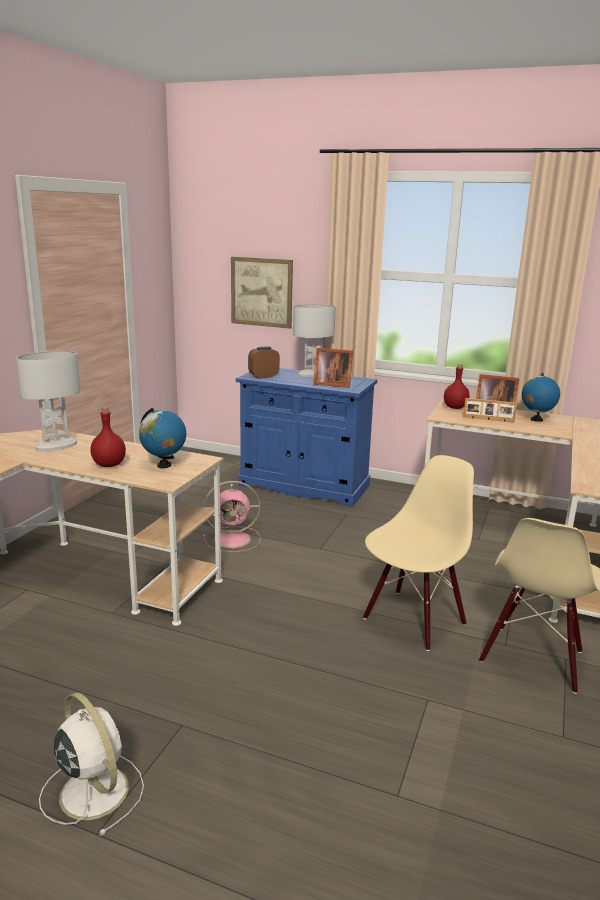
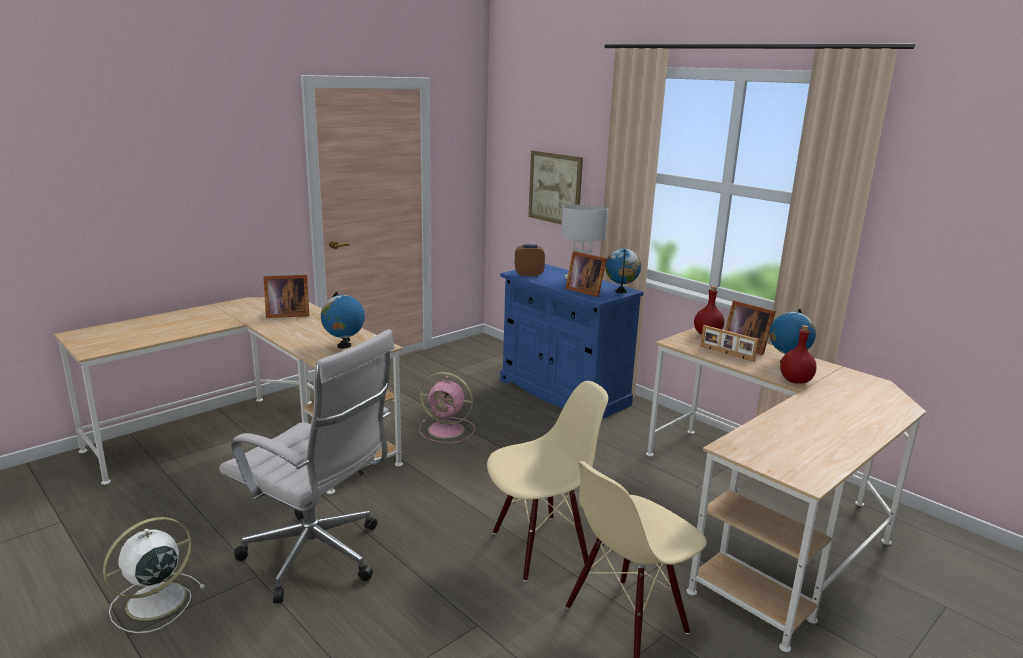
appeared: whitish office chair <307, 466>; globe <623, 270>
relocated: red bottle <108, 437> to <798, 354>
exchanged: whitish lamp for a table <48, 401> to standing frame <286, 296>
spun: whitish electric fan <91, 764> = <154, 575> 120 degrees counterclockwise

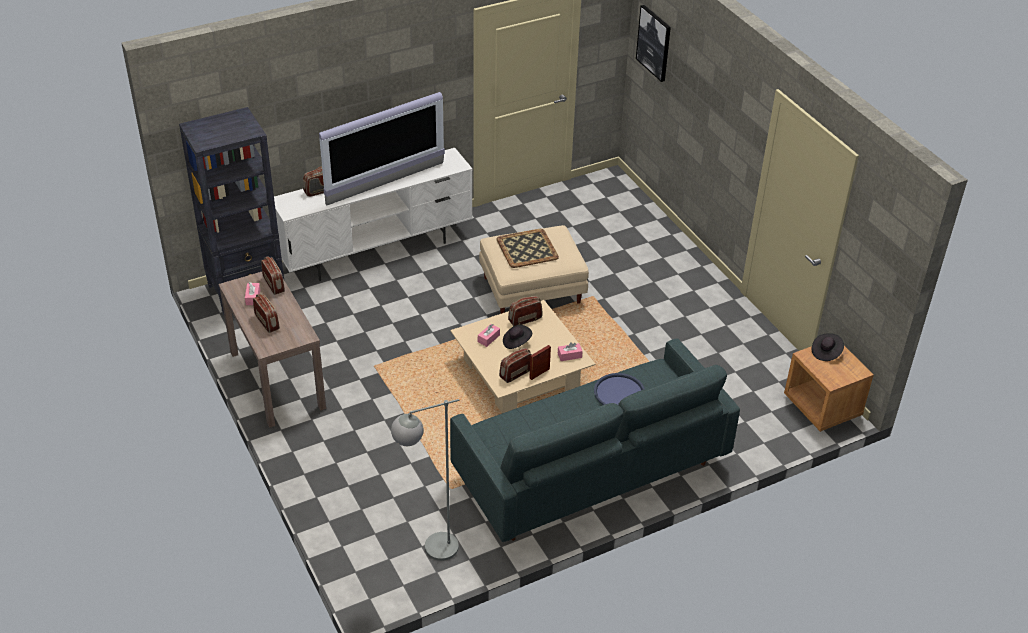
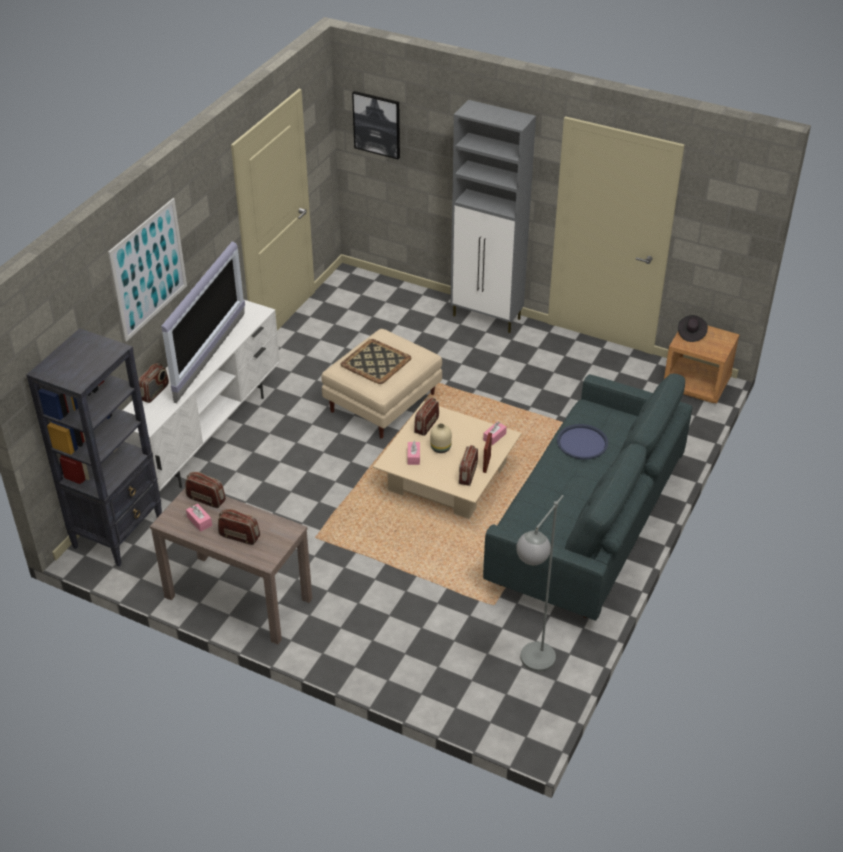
appeared: wall picture <147, 270>; gray cabinet <493, 216>
exchanged: black hat <517, 337> to sand-coloured flower vase <441, 438>

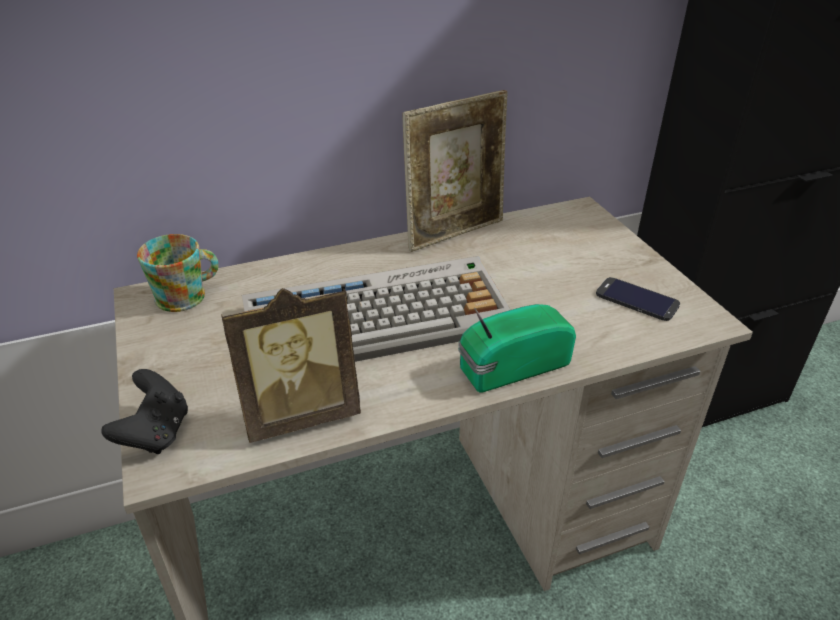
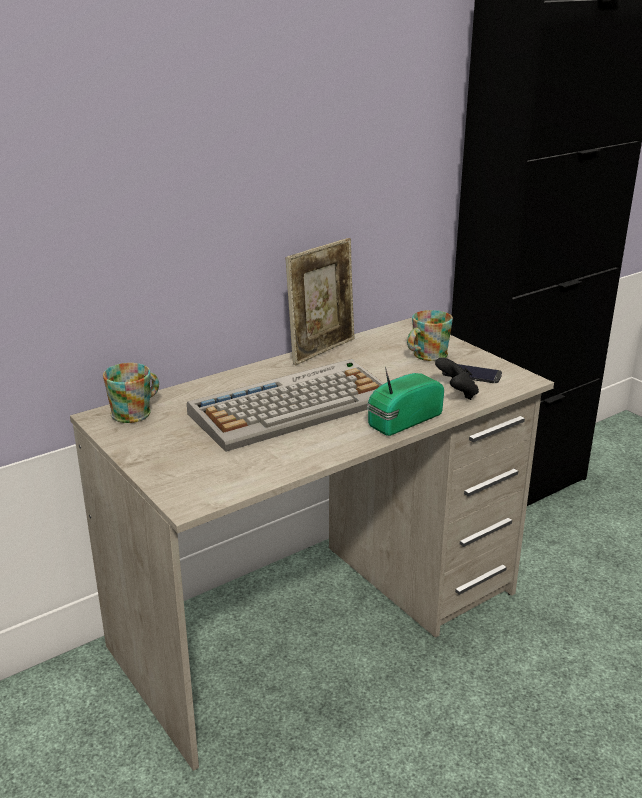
missing: standing frame <291, 365>
appeared: coffee mug <430, 335>
relocated: black game controller <144, 411> to <457, 378>

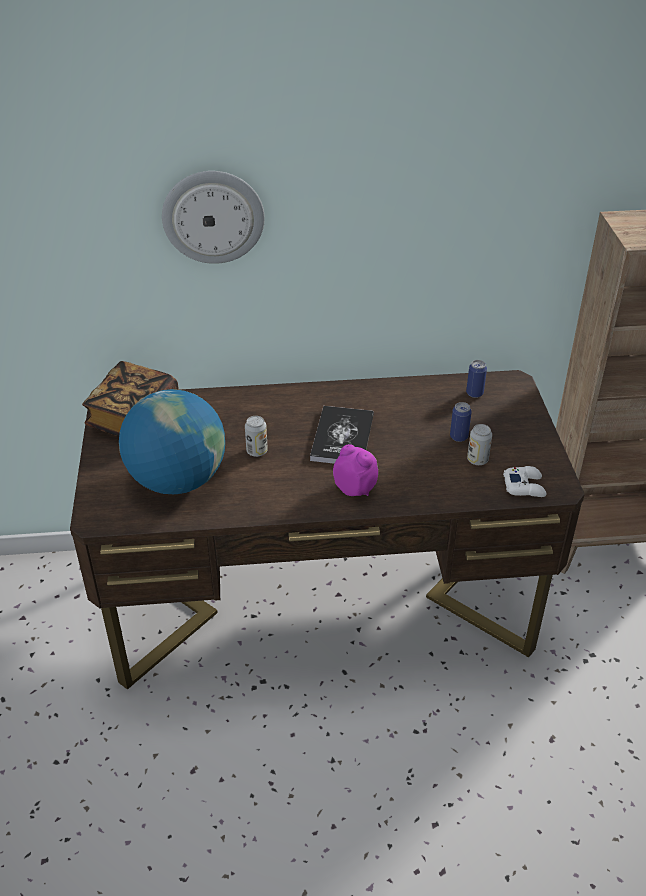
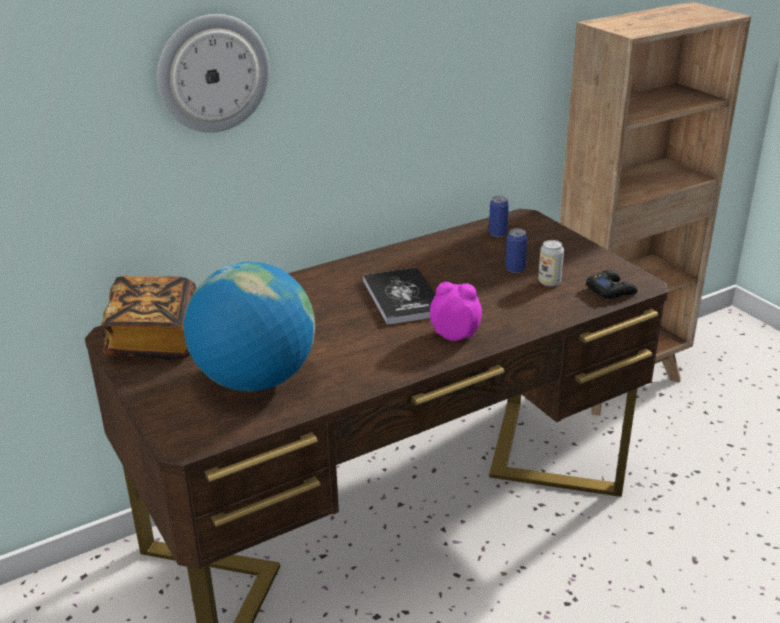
missing: can <256, 436>
colour: whitish game controller <524, 481> to black game controller <612, 284>

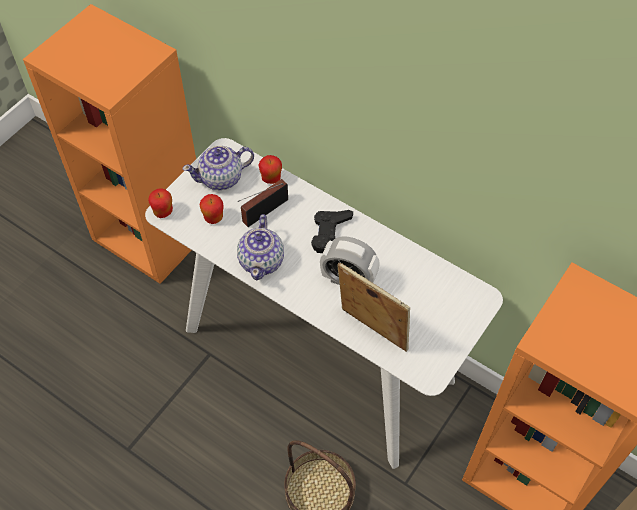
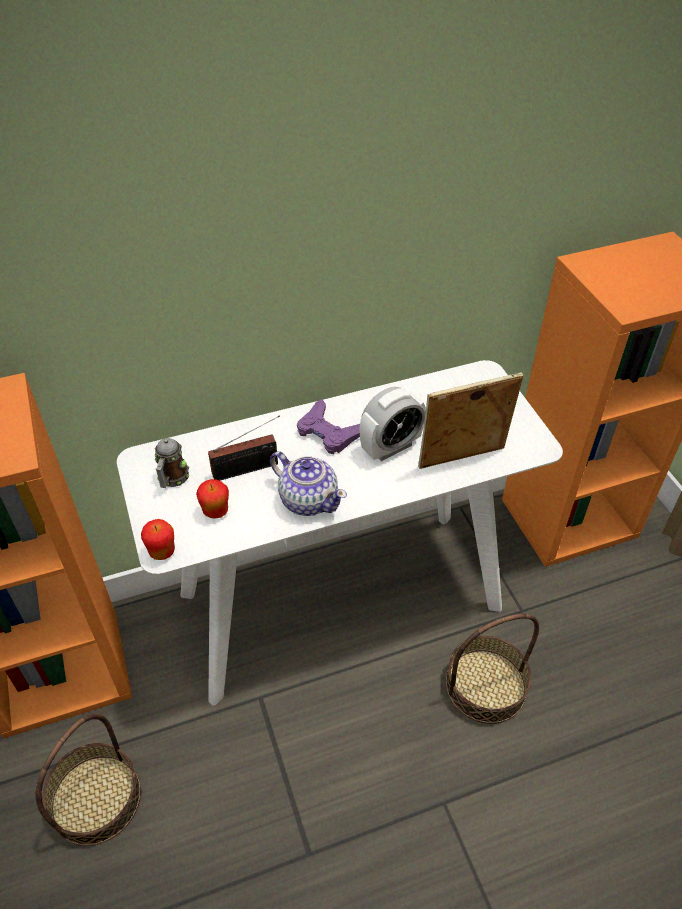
missing: apple <270, 169>
appeared: household basket <88, 780>
exchanged: teapot <218, 167> to coffee mug <172, 463>
colour: black game controller <332, 231> to purple game controller <328, 426>
spun: radio <262, 203> = <244, 448> 105 degrees counterclockwise

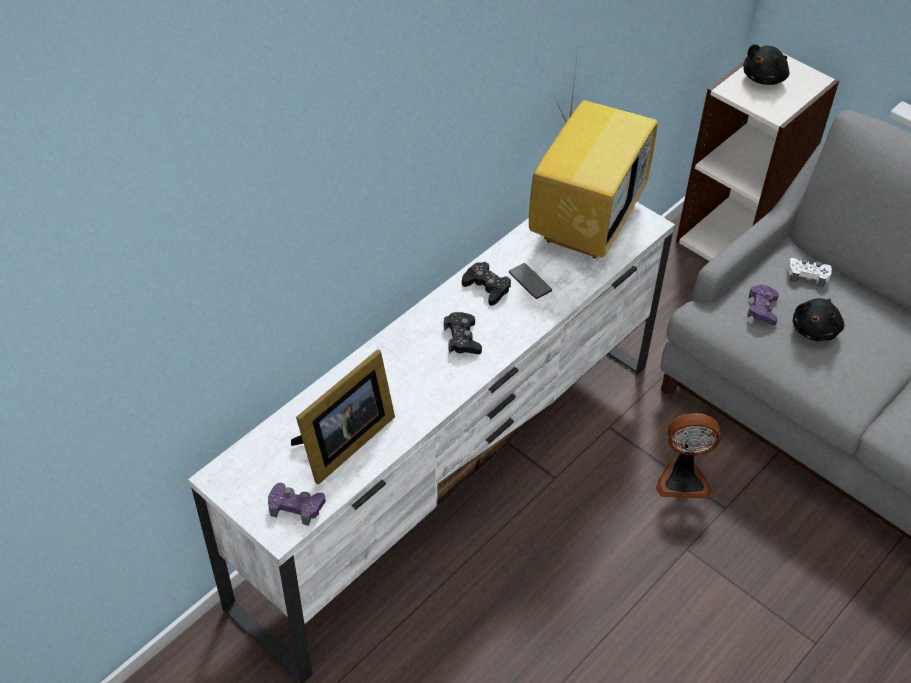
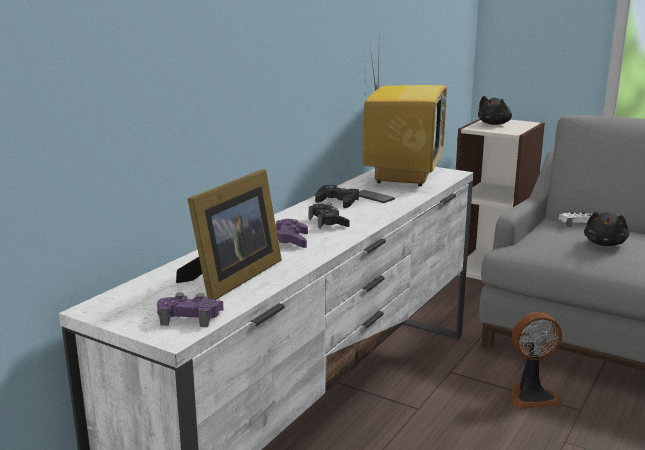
relocated: purple game controller <763, 305> to <292, 233>

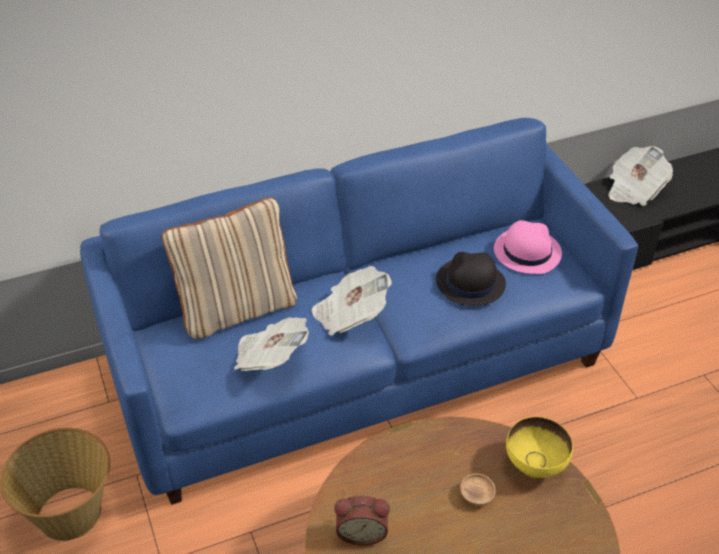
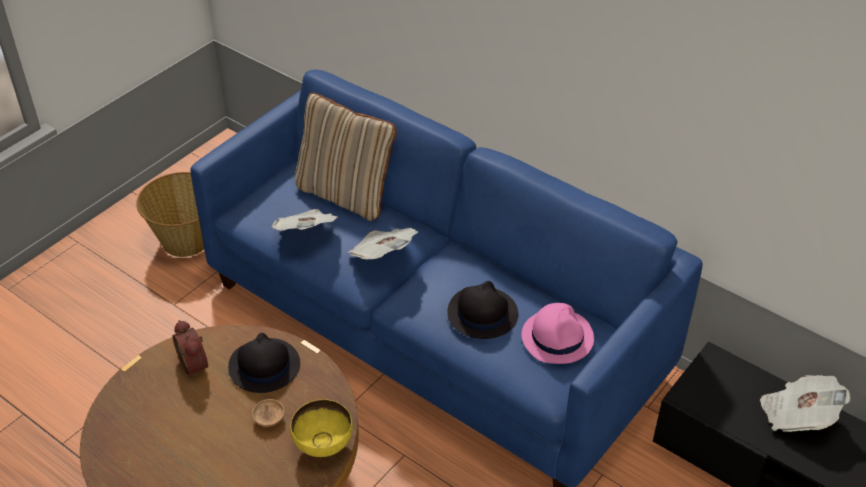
appeared: black hat <264, 363>

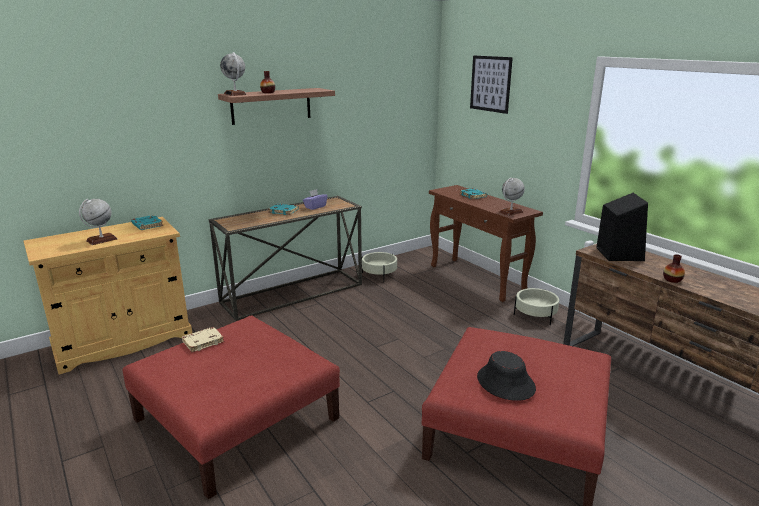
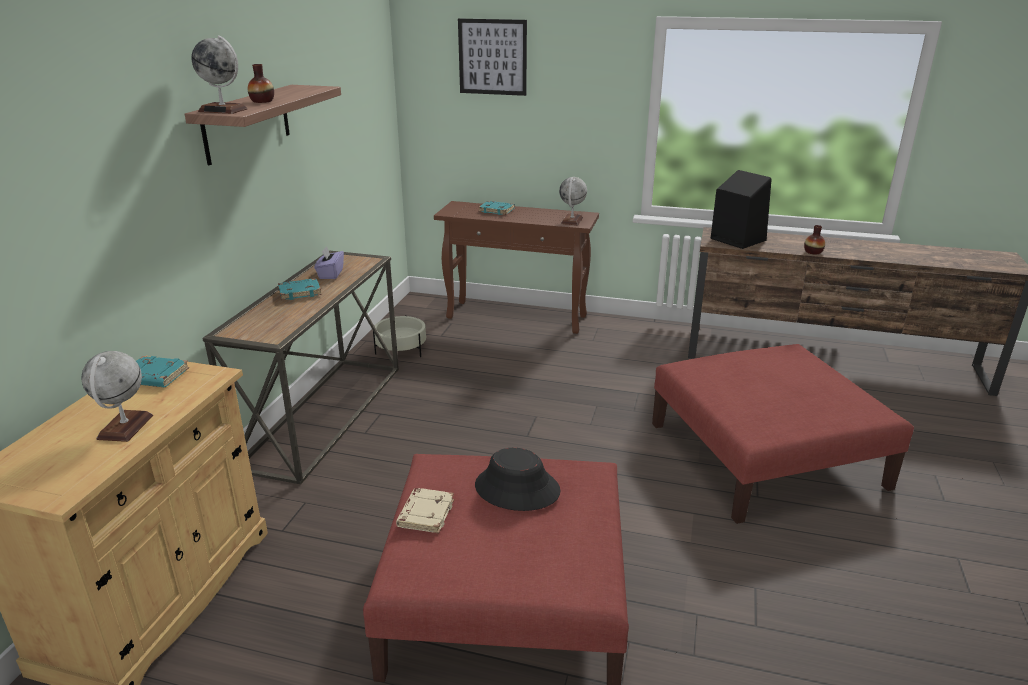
missing: sand-coloured flower pot <536, 306>
relocated: black hat <506, 376> to <517, 479>

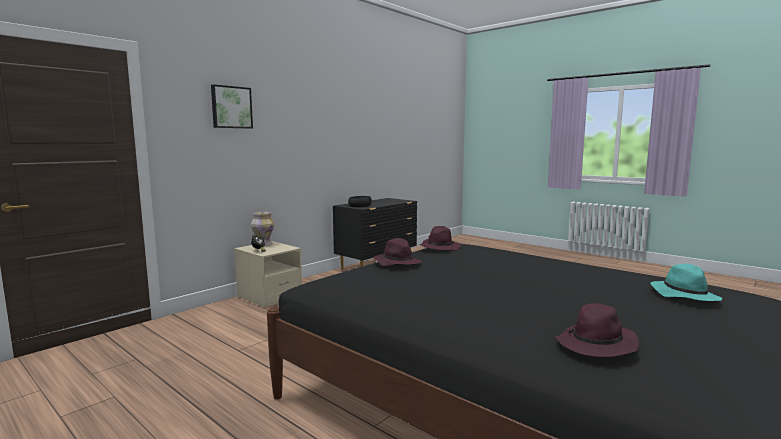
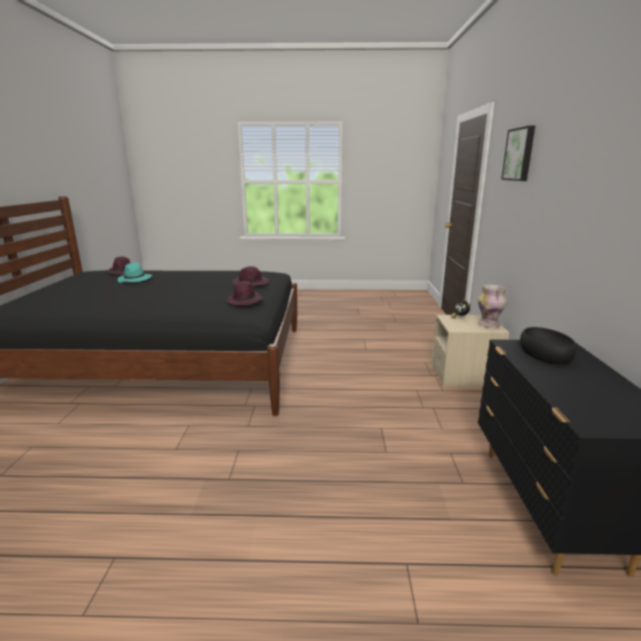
relocated: turquoise hat <686, 282> to <135, 273>

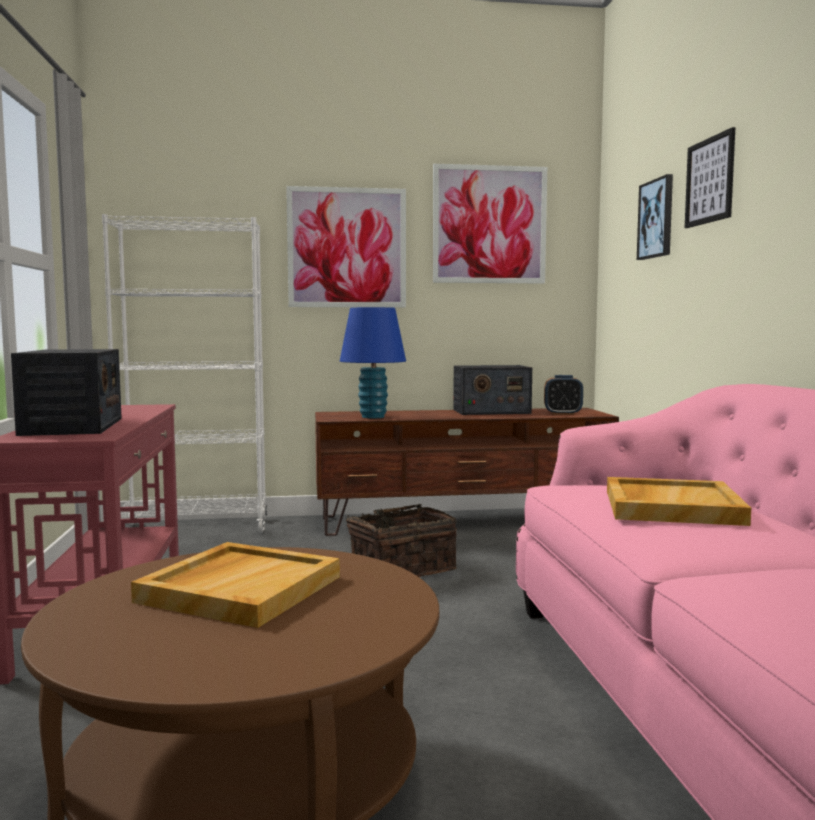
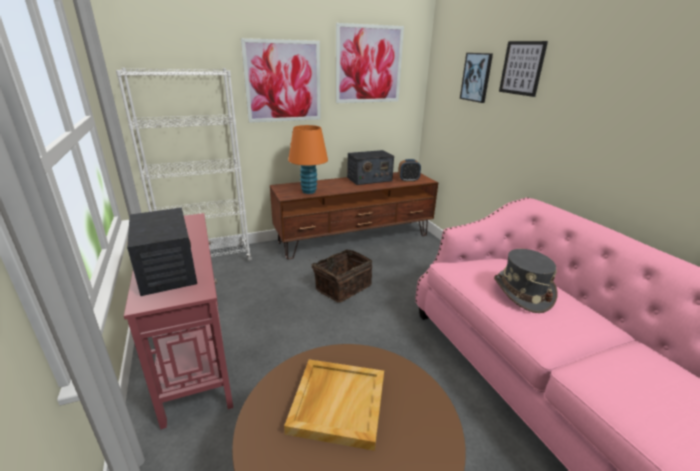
exchanged: sand-coloured carrying tray <679, 501> to gray hat <526, 281>
colour: blue-coloured lamp for a table <373, 362> to orange lamp for a table <308, 159>

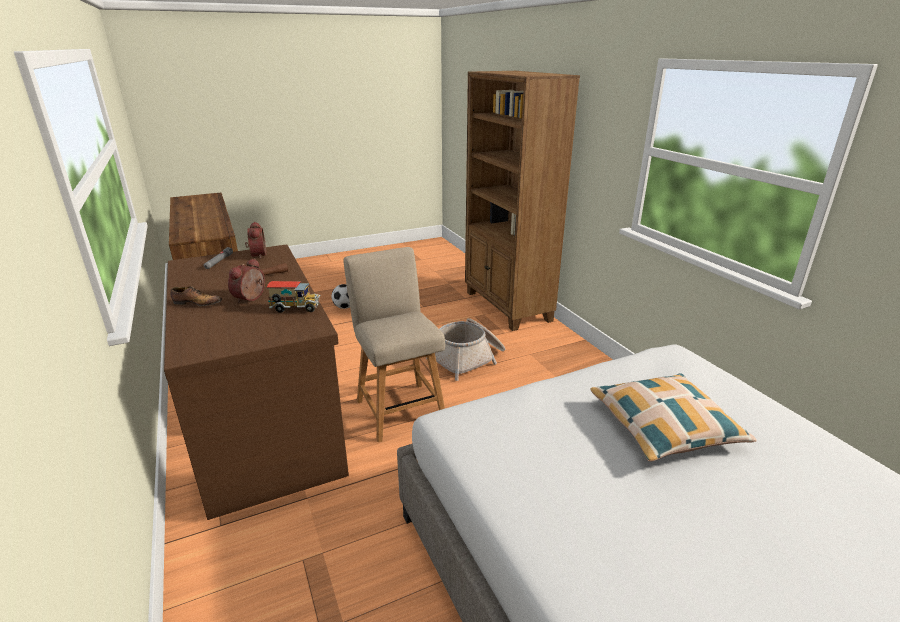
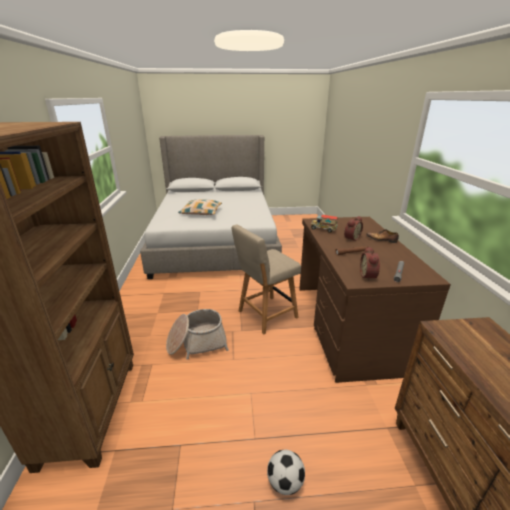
spun: sand-coloured upright chair <394, 344> = <266, 279> 60 degrees clockwise

